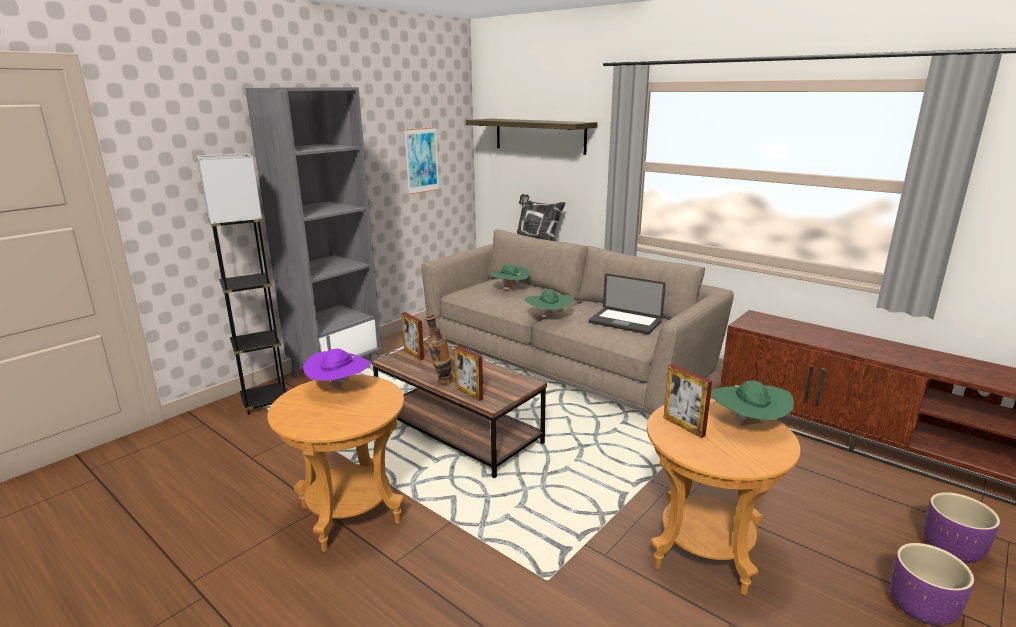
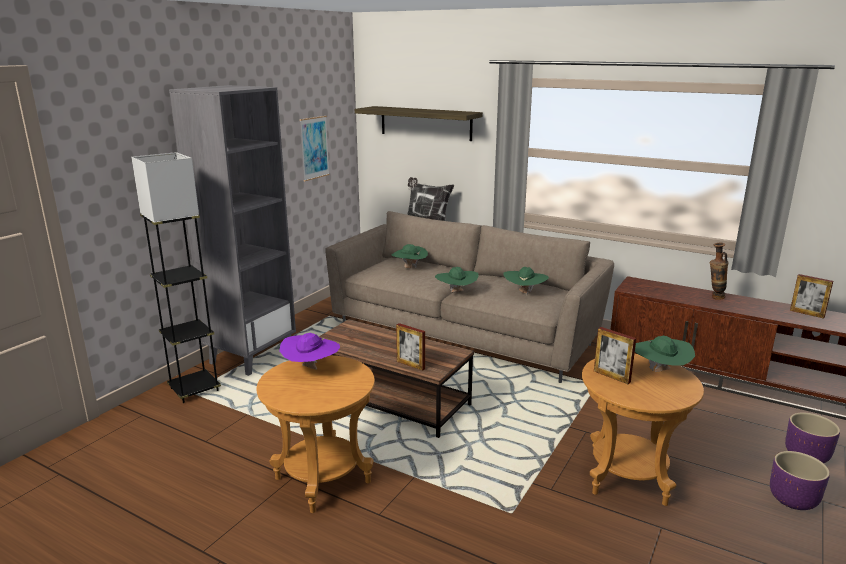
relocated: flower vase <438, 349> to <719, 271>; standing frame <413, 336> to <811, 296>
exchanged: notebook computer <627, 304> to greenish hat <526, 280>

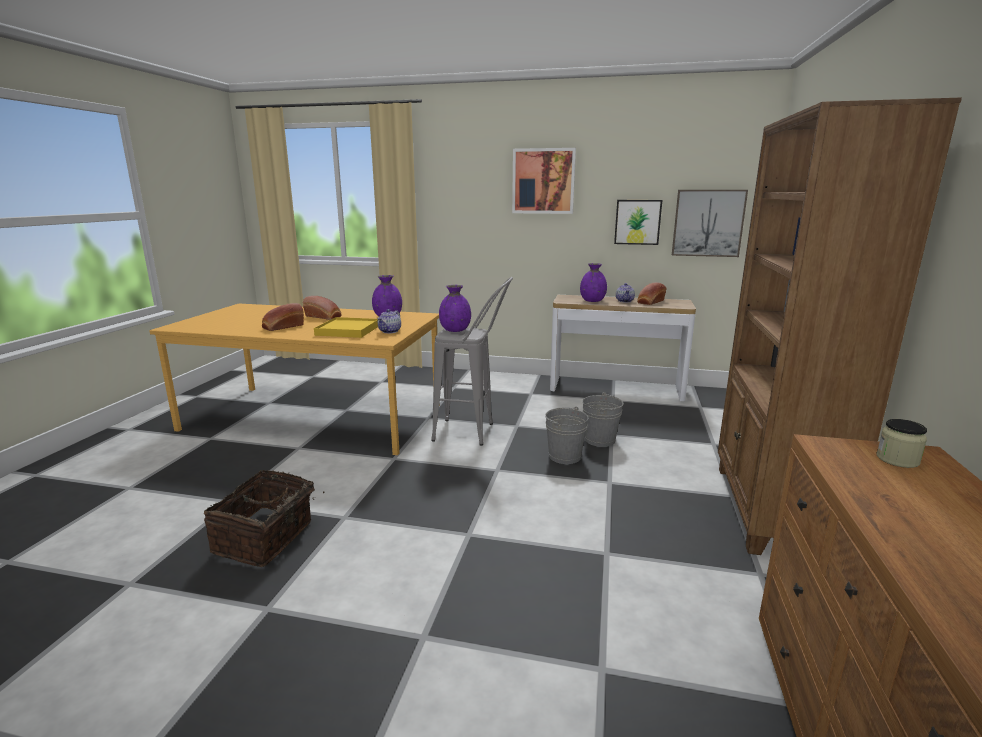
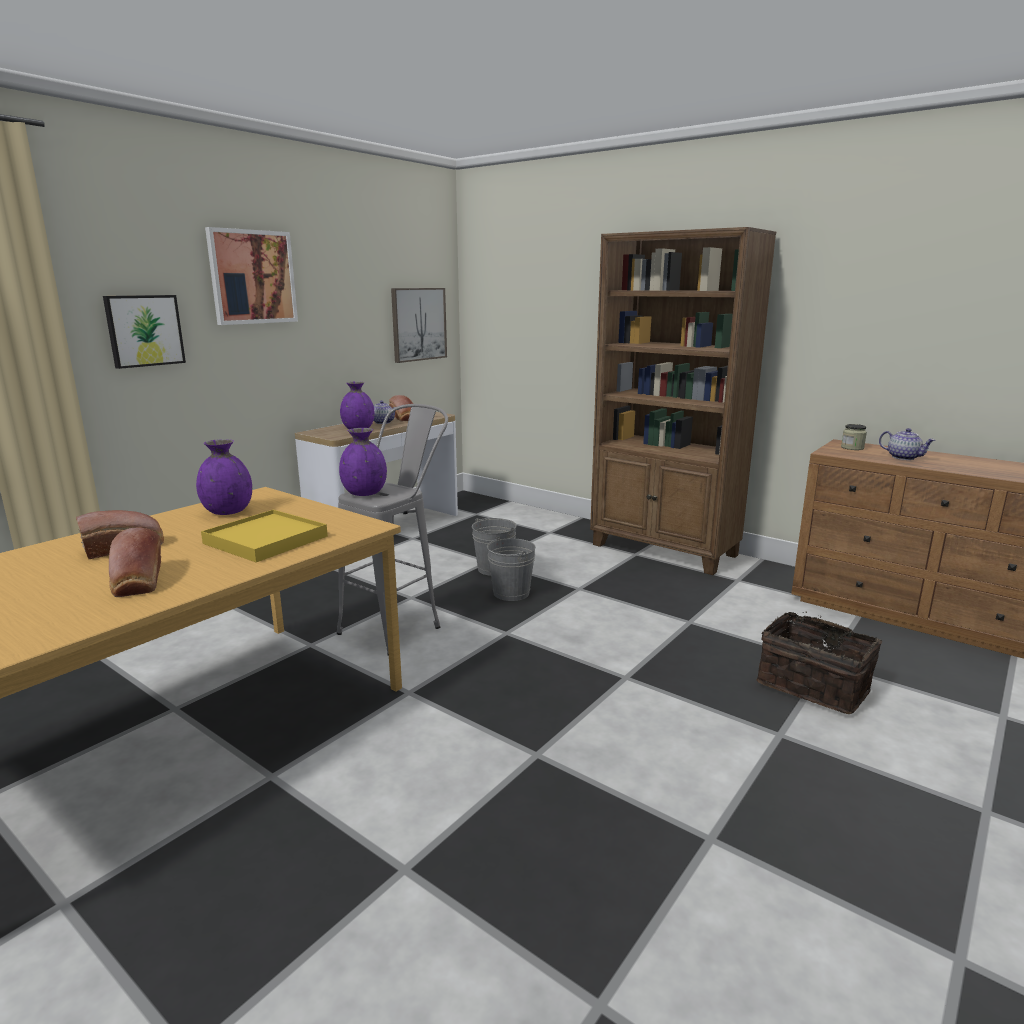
relocated: wall picture <638, 222> to <144, 332>; household basket <264, 518> to <819, 662>; teapot <389, 321> to <907, 444>

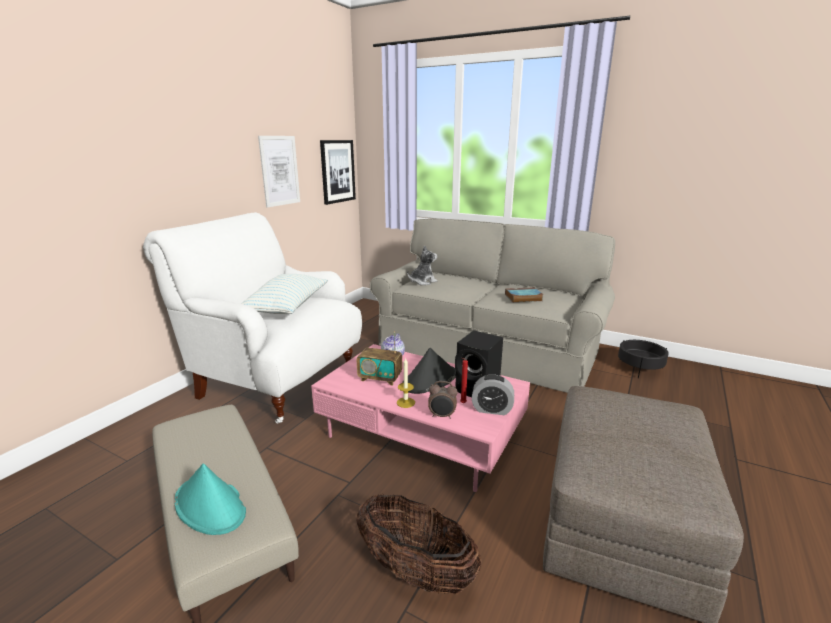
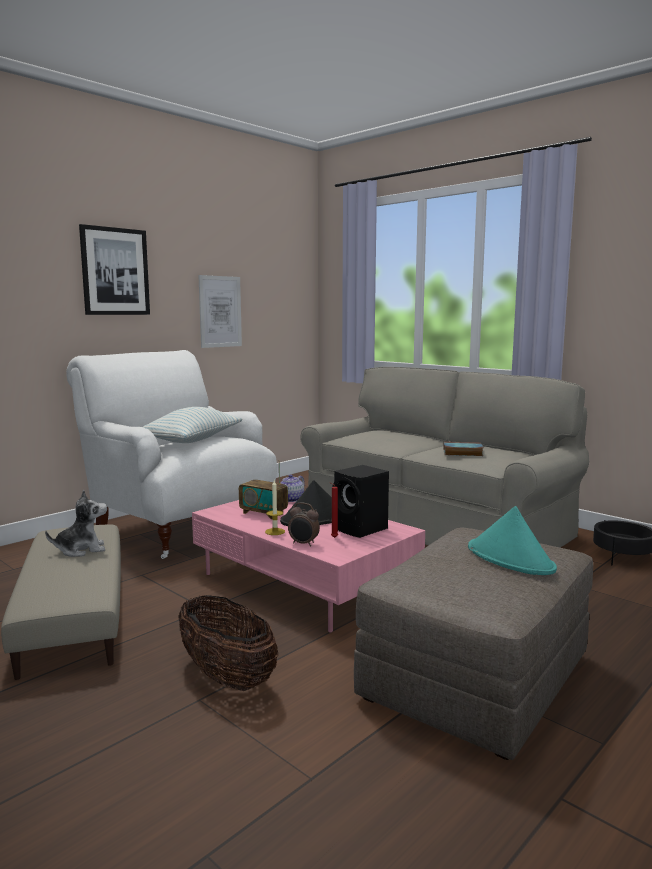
missing: table clock <493, 395>
relocated: cuddly toy <422, 265> to <76, 523>; wall picture <338, 172> to <114, 269>; turquoise hat <210, 499> to <512, 540>

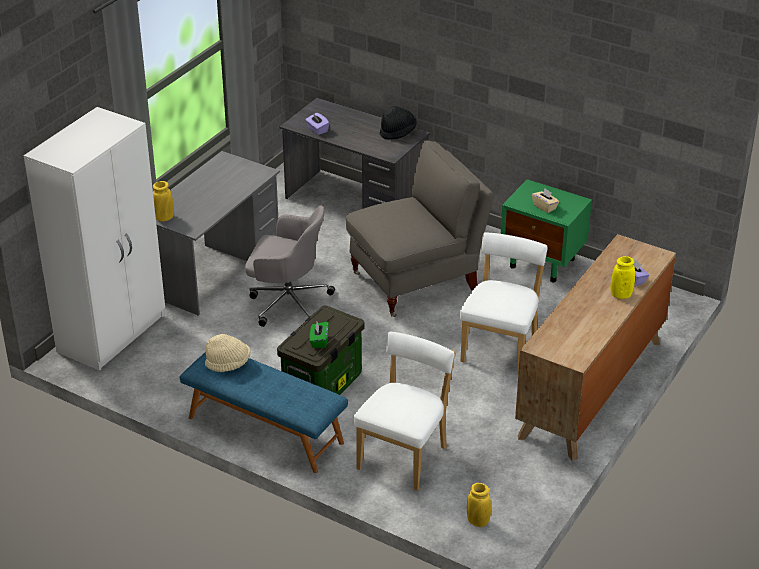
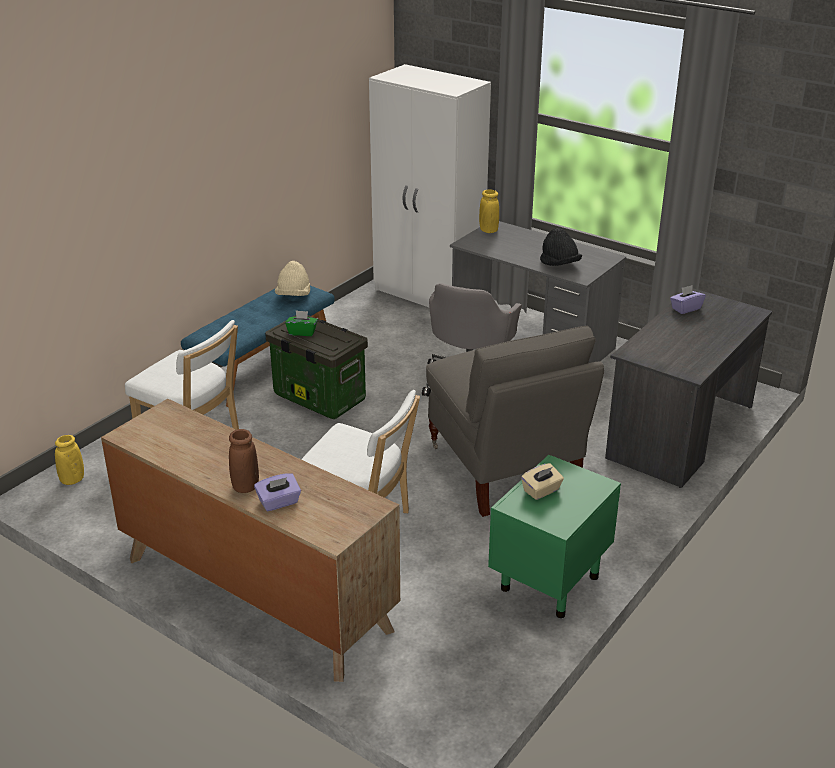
relocated: black hat <398, 122> to <561, 247>
colour: yellow flower vase <623, 277> to brownish flower vase <244, 461>

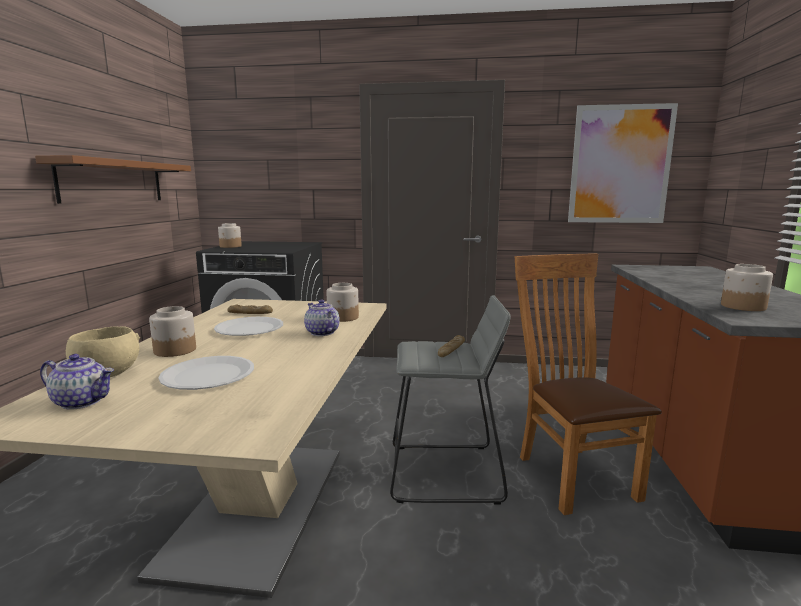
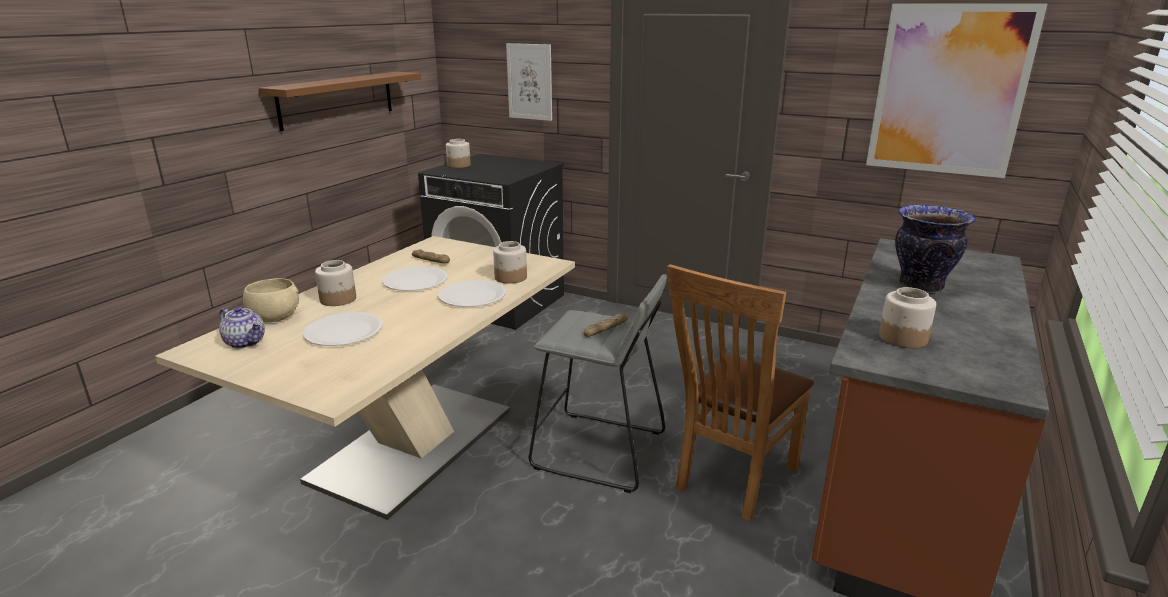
appeared: wall picture <529, 82>; flower vase <935, 249>
exchanged: teapot <322, 317> to whitish flat dish <472, 293>
spun: brownish upright chair <588, 384> = <740, 392> 150 degrees counterclockwise

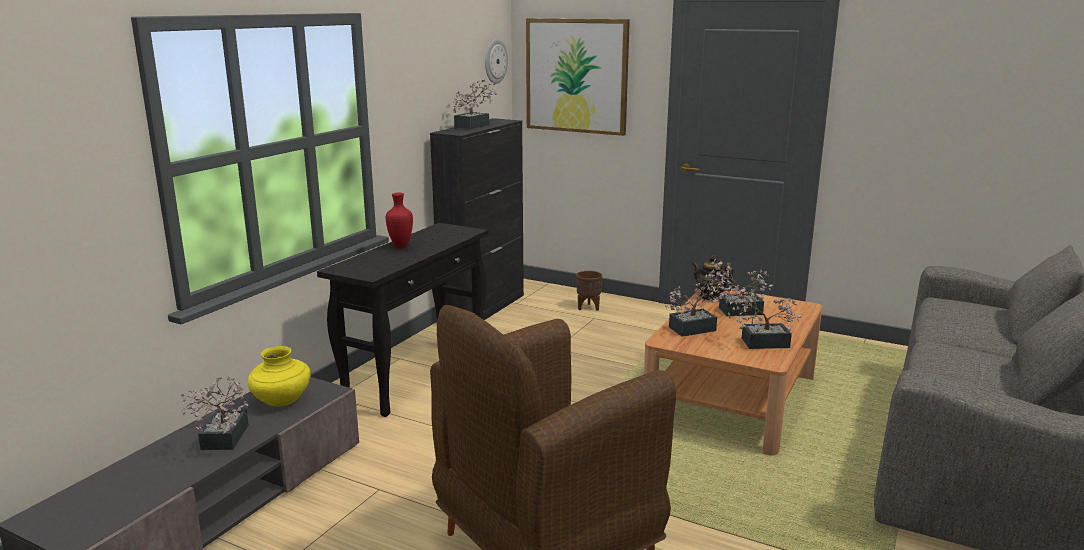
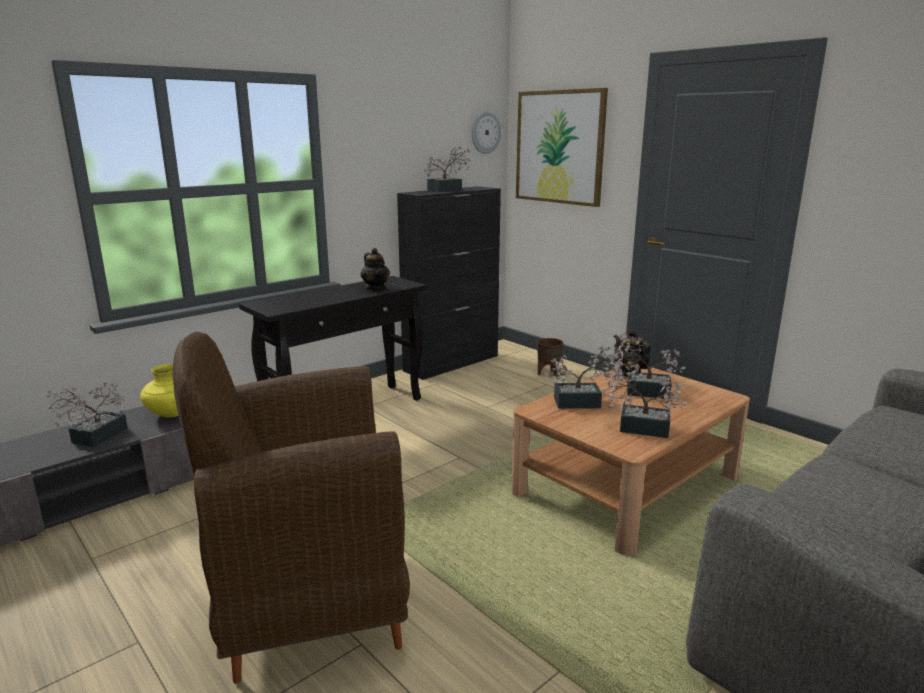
missing: red flower vase <399, 220>
appeared: teapot <375, 269>

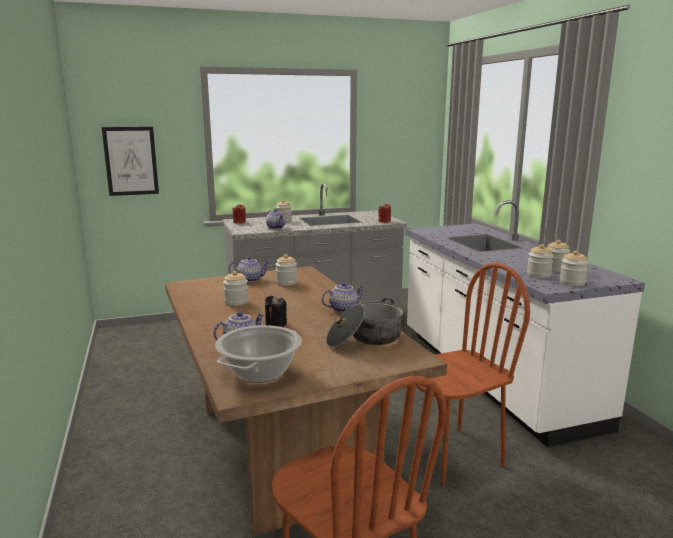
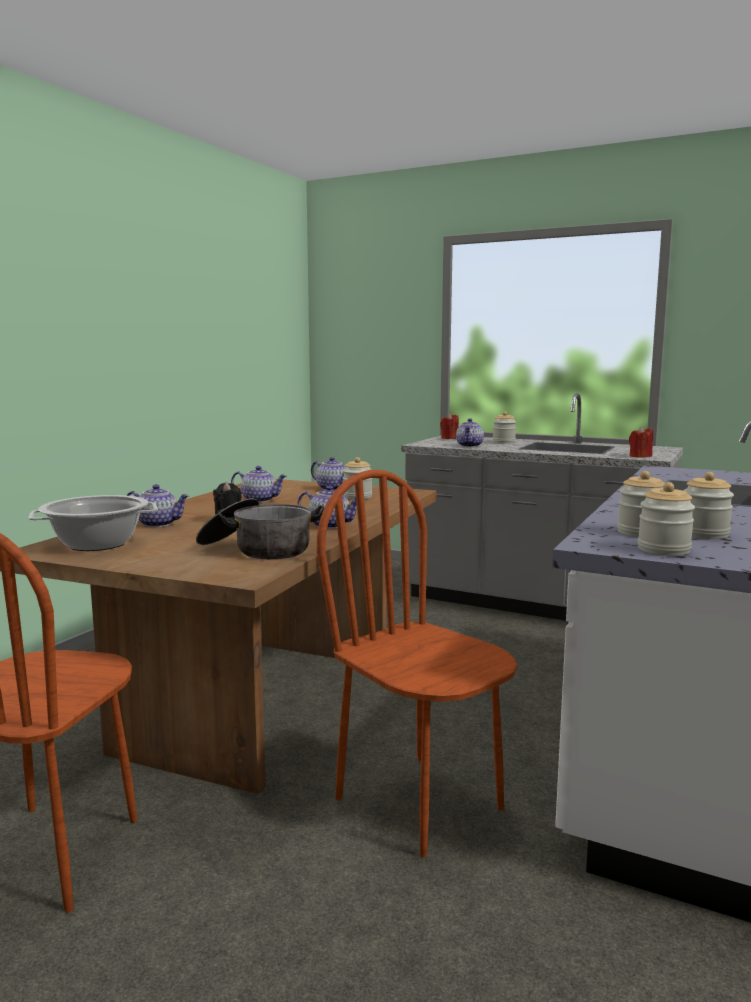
missing: wall picture <130, 161>
exchanged: jar <236, 288> to teapot <259, 484>
spun: brownish upright chair <468, 374> = <417, 663> 150 degrees counterclockwise

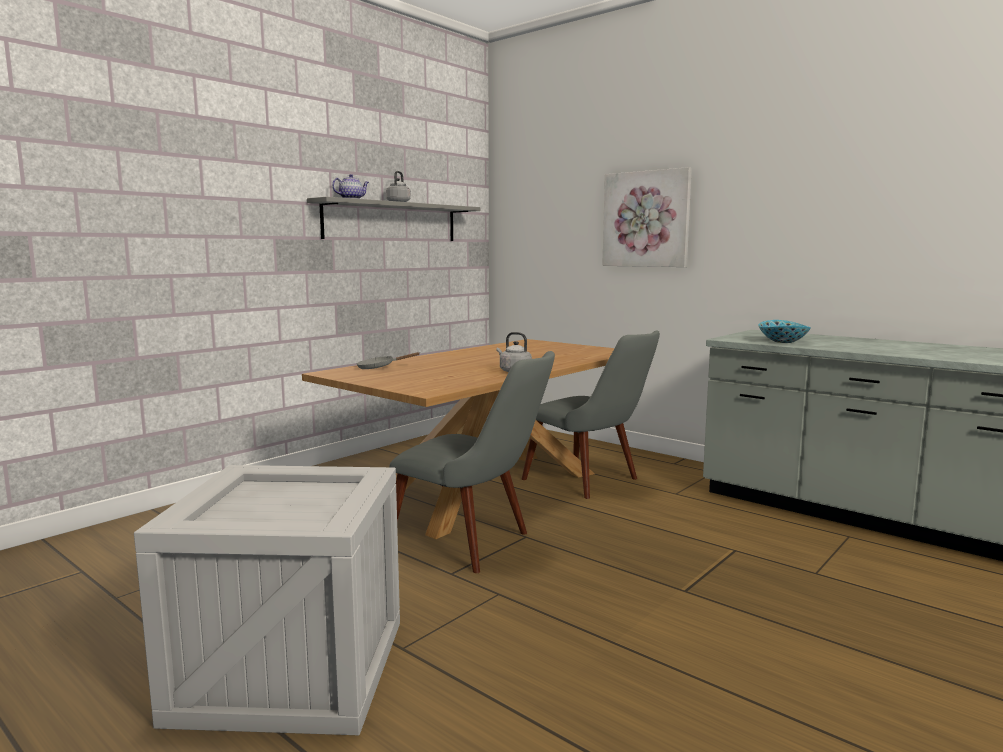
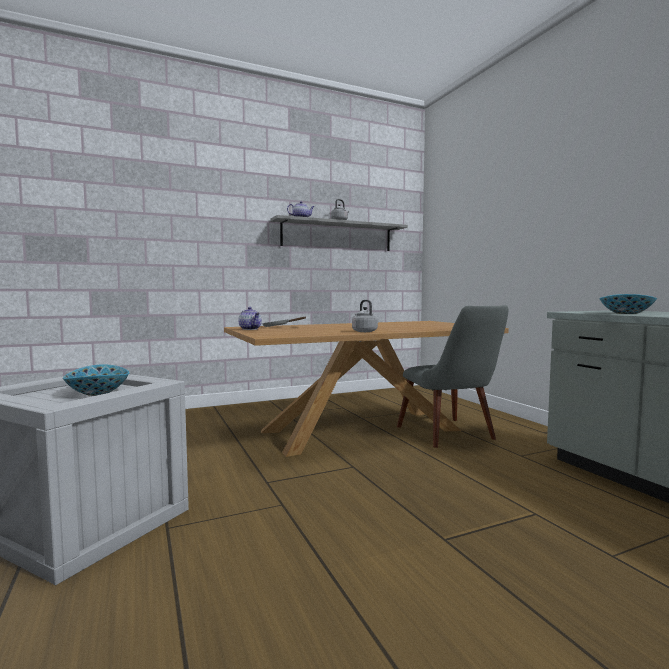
missing: gray upright chair <472, 462>; wall picture <647, 217>
appeared: bowl <96, 380>; teapot <250, 318>

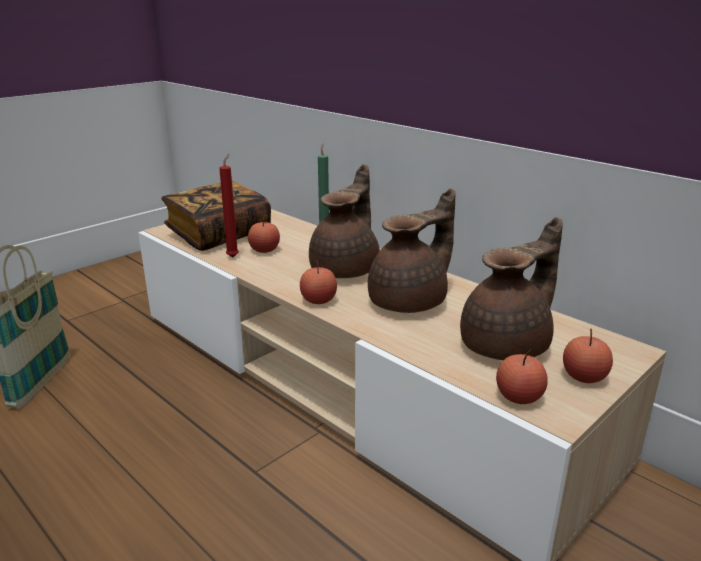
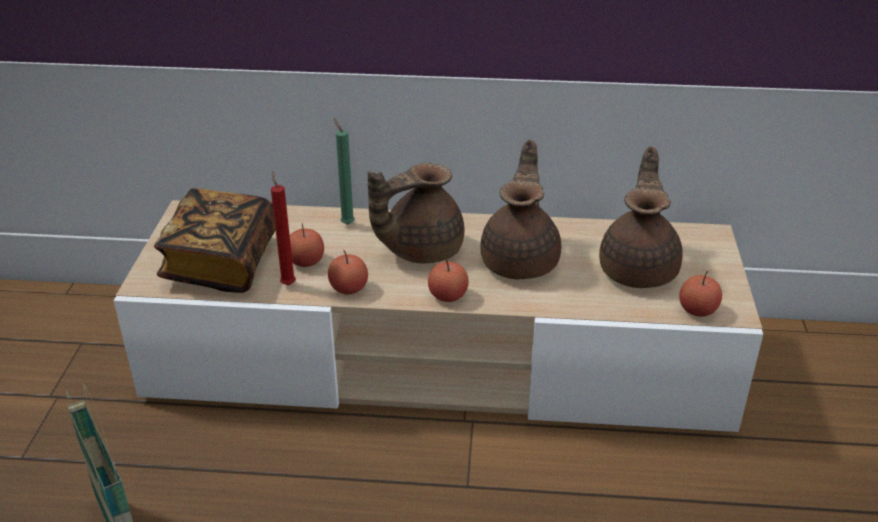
relocated: apple <588, 356> to <348, 272>
spun: brownish teapot <344, 221> = <416, 213> 105 degrees counterclockwise

